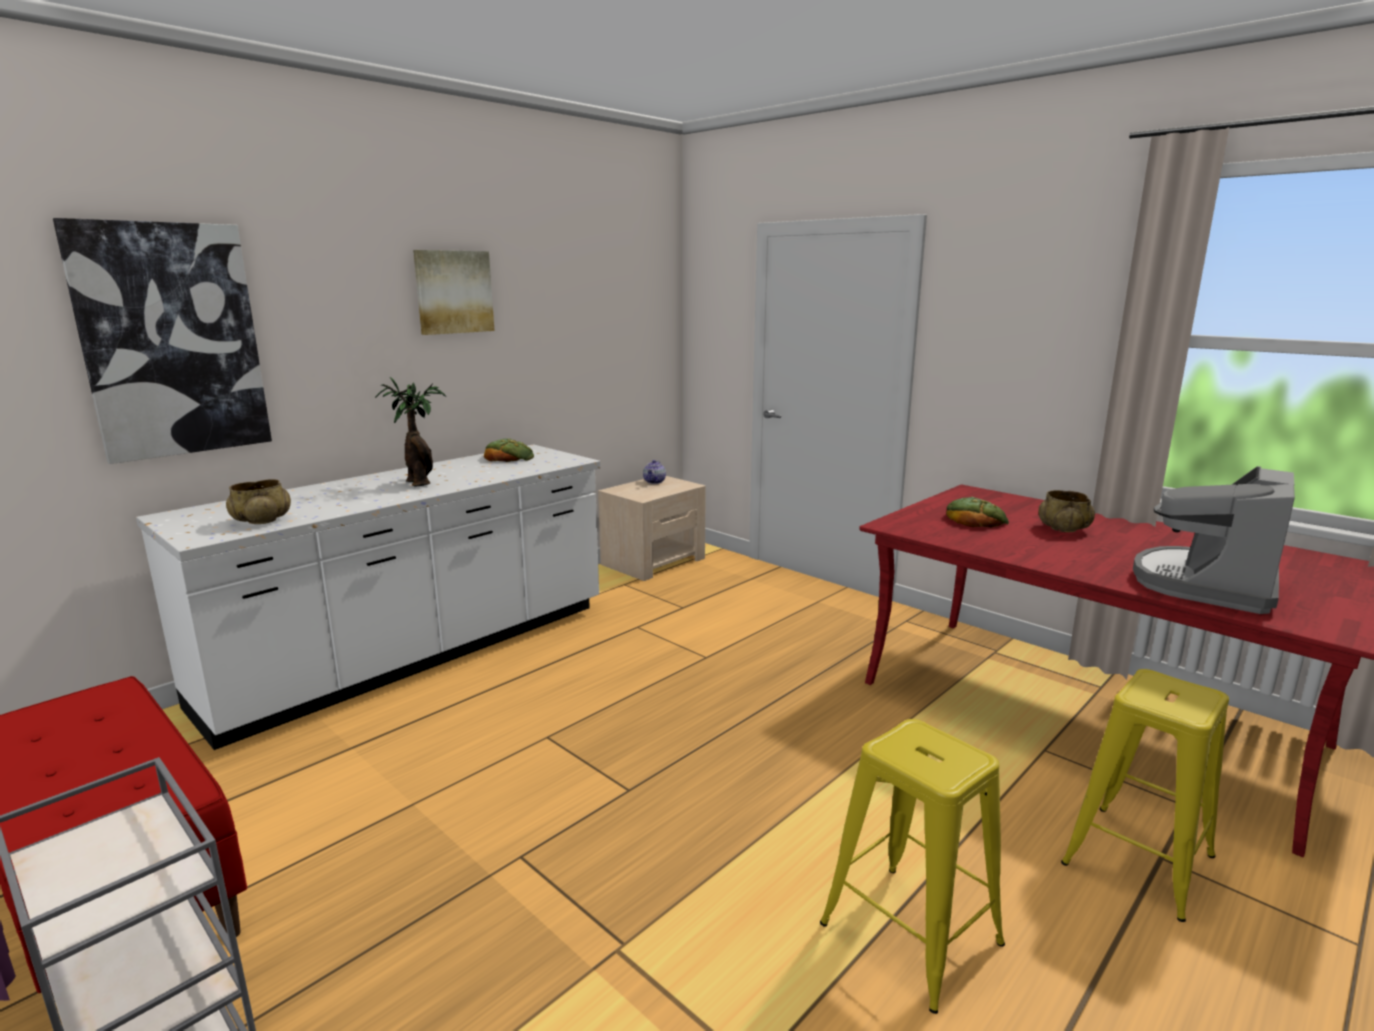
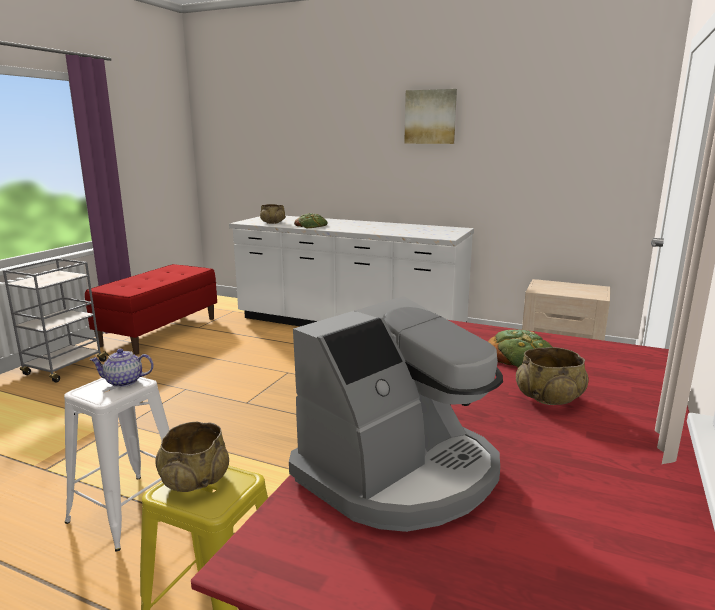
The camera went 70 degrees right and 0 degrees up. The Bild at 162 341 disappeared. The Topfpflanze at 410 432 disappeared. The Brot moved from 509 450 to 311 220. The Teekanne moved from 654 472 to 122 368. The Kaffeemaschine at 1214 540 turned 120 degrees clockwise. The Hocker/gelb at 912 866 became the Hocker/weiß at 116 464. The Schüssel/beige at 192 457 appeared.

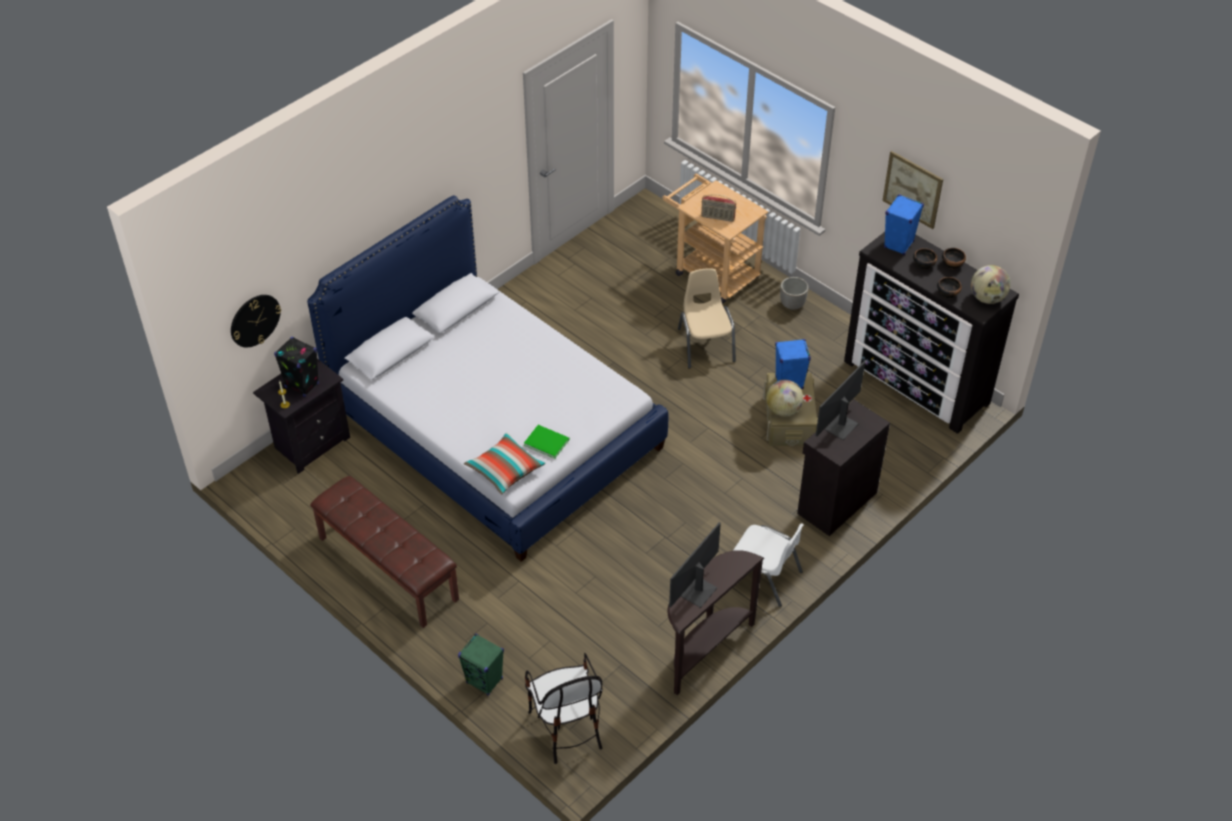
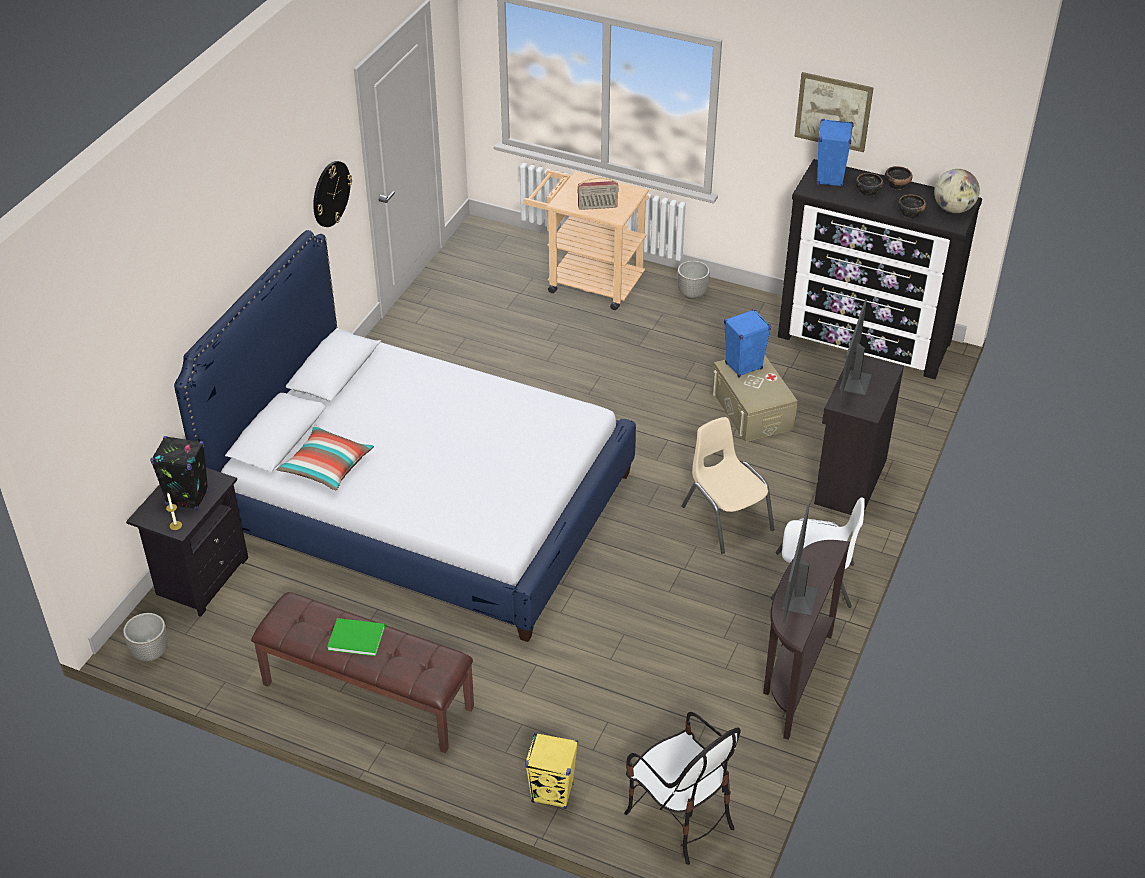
The camera went 20 degrees left and 5 degrees down. The Stuhl/beige moved from 707 318 to 727 485. The Wanduhr moved from 256 321 to 332 194. The Globus at 784 398 disappeared. The Buch/grün moved from 547 442 to 356 637. The Kissen moved from 505 463 to 325 457. The Lautsprecher/grün at 481 664 became the Lautsprecher/gelb at 551 770. The Pflanzkübel at 145 637 appeared.

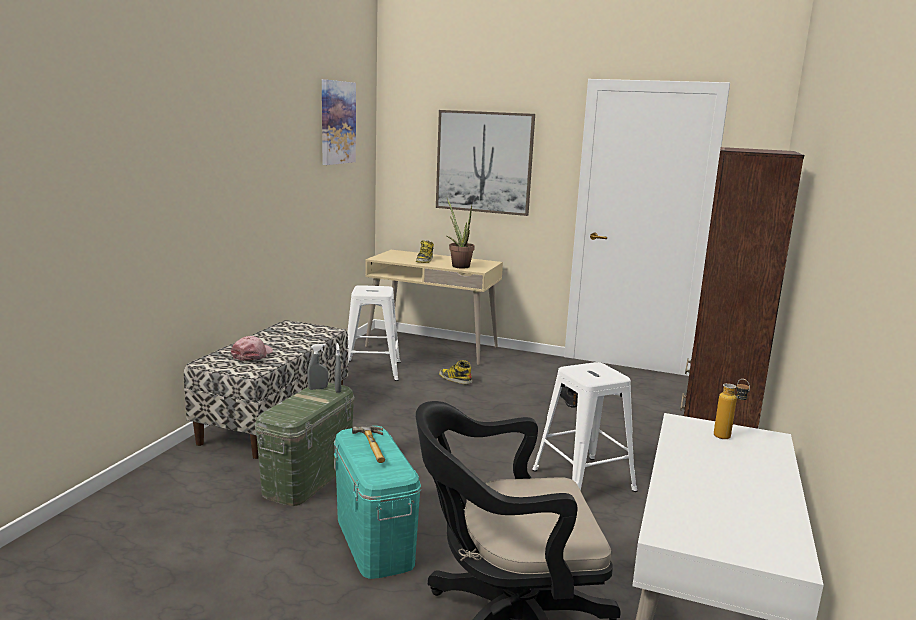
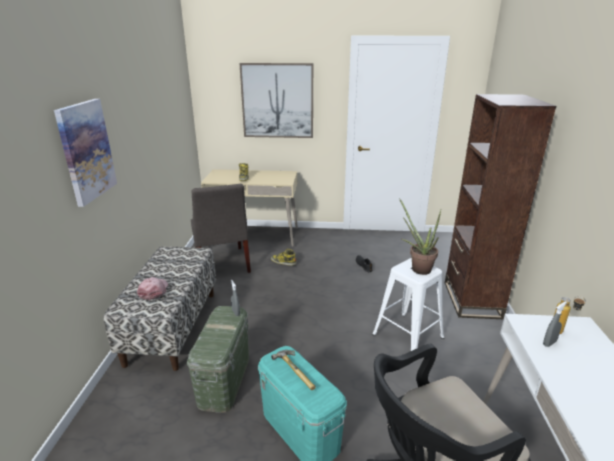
The camera went 15 degrees left and 10 degrees up. The Bild moved from 339 122 to 85 153. The Topfpflanze moved from 461 233 to 420 236. The Hocker/weiß at 372 333 was replaced by the Stuhl/grau at 221 228. The Sprühflasche/grau moved from 318 367 to 555 324.

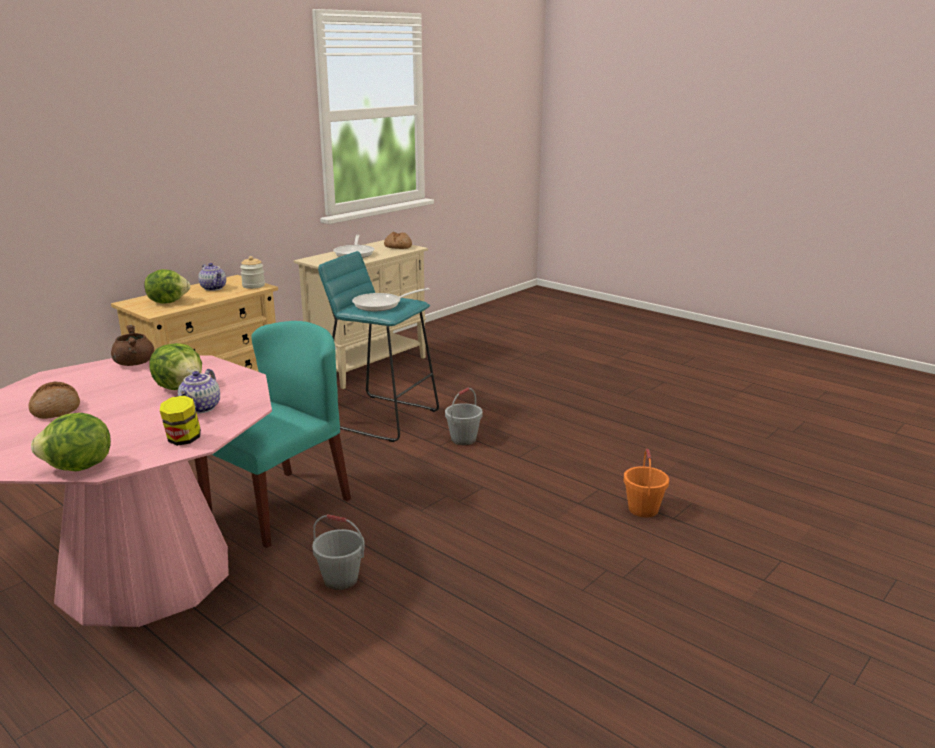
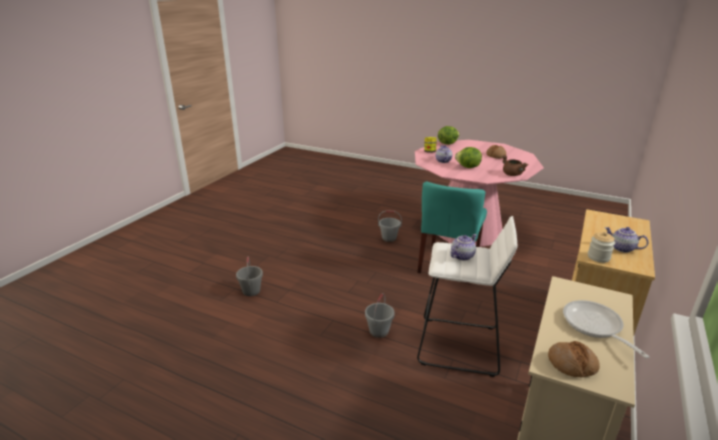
The camera went 165 degrees right and 5 degrees up. The Hocker/türkis at 378 346 became the Hocker/weiß at 467 296. The Salatkopf at 167 286 disappeared. The Pfanne at 390 299 was replaced by the Teekanne at 463 247. The Eimer/orange at 646 483 became the Eimer/grau at 249 276.

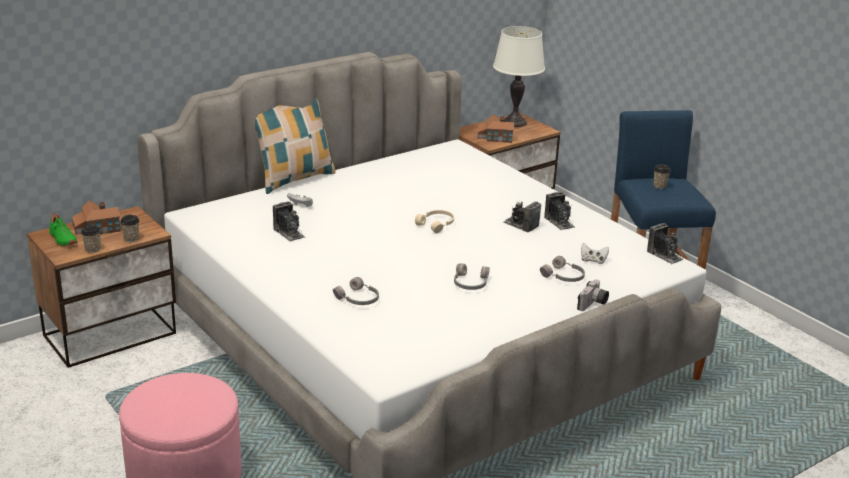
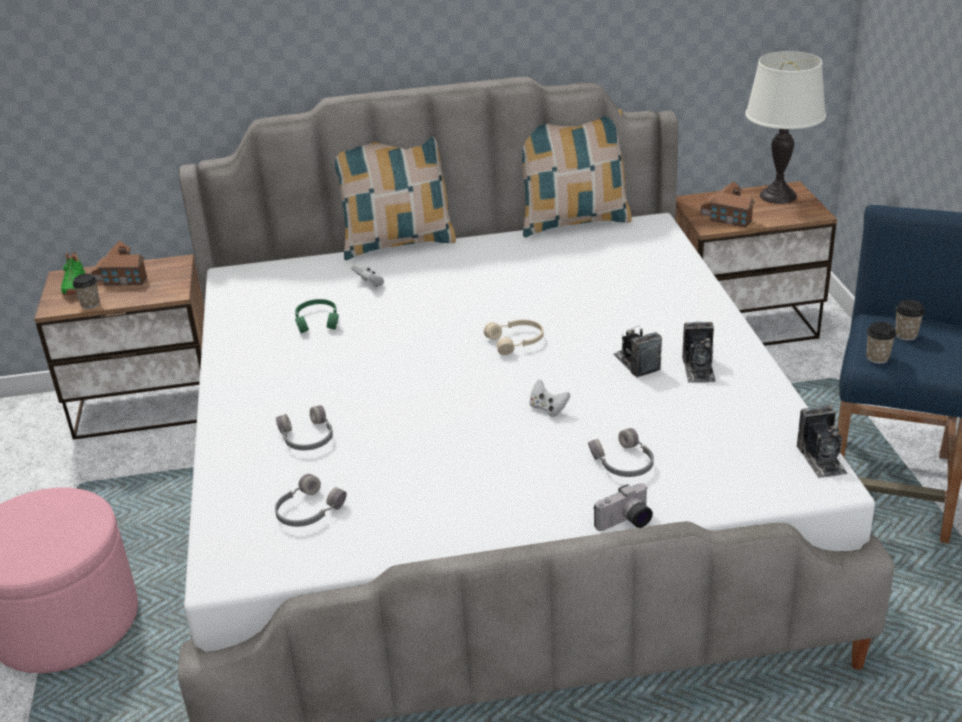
The camera went 30 degrees right and 5 degrees up. The Kamera at 289 221 was replaced by the Kopfhörer/grün at 317 316. The Tasse moved from 129 228 to 881 343. The Gamepad/weiß moved from 595 253 to 550 398. The Kopfhörer/grau moved from 472 277 to 311 500. The Kissen at 577 173 appeared.

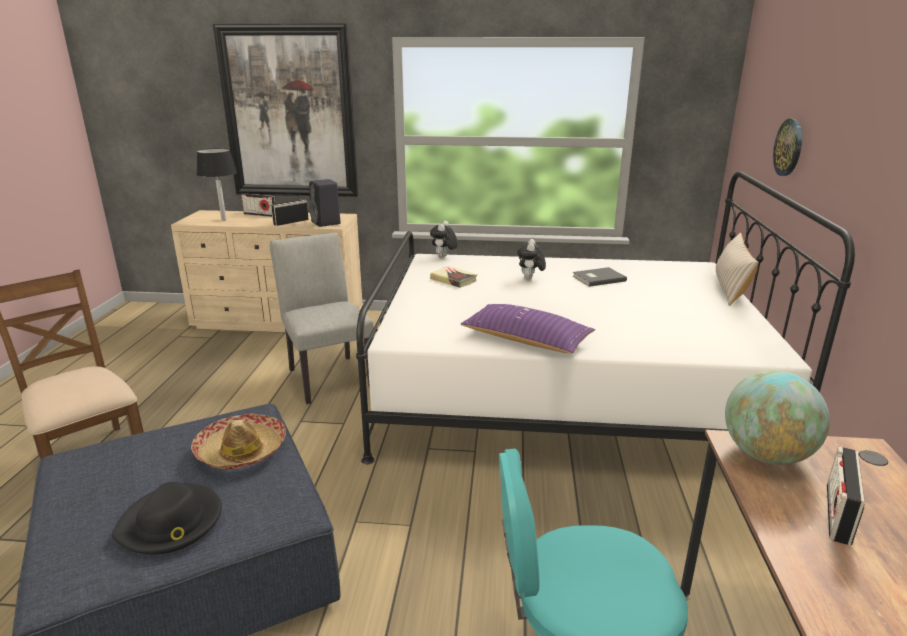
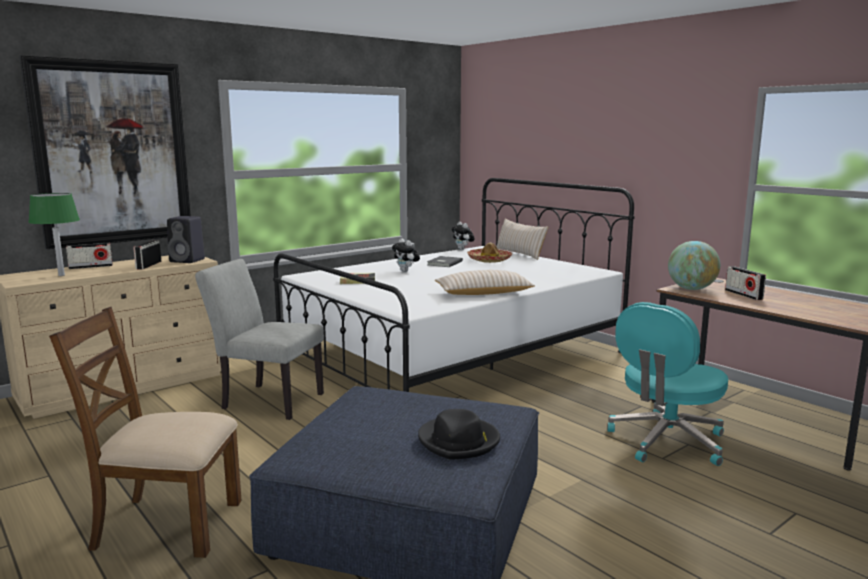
The camera went 45 degrees left and 10 degrees down. The Wanduhr at 787 147 disappeared. The Tischlampe/schwarz at 216 184 became the Tischlampe/grün at 54 234. The Plüschtier moved from 444 239 to 463 236. The Kissen/lila at 528 329 became the Kissen/beige at 485 282. The Hut moved from 238 441 to 489 253.

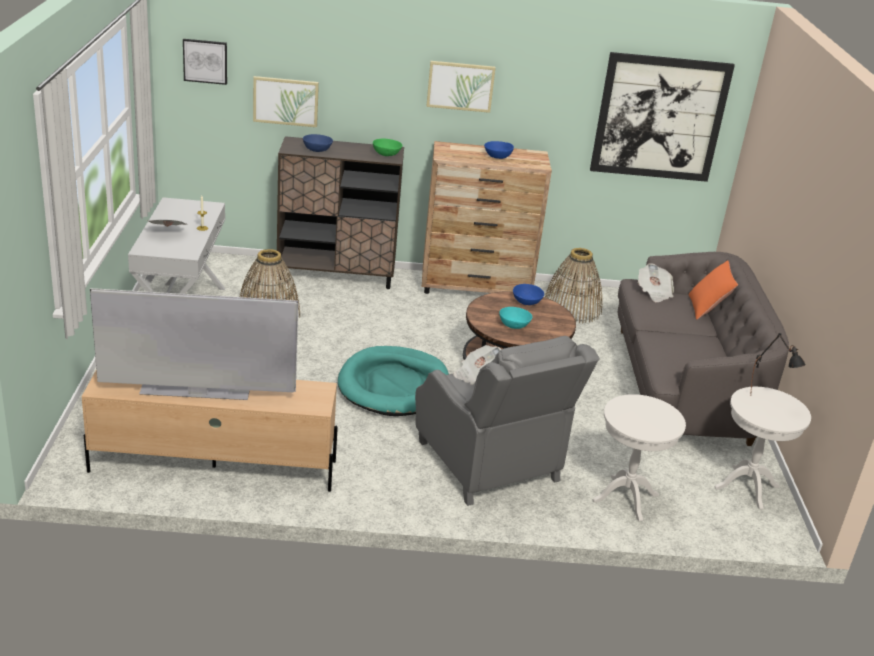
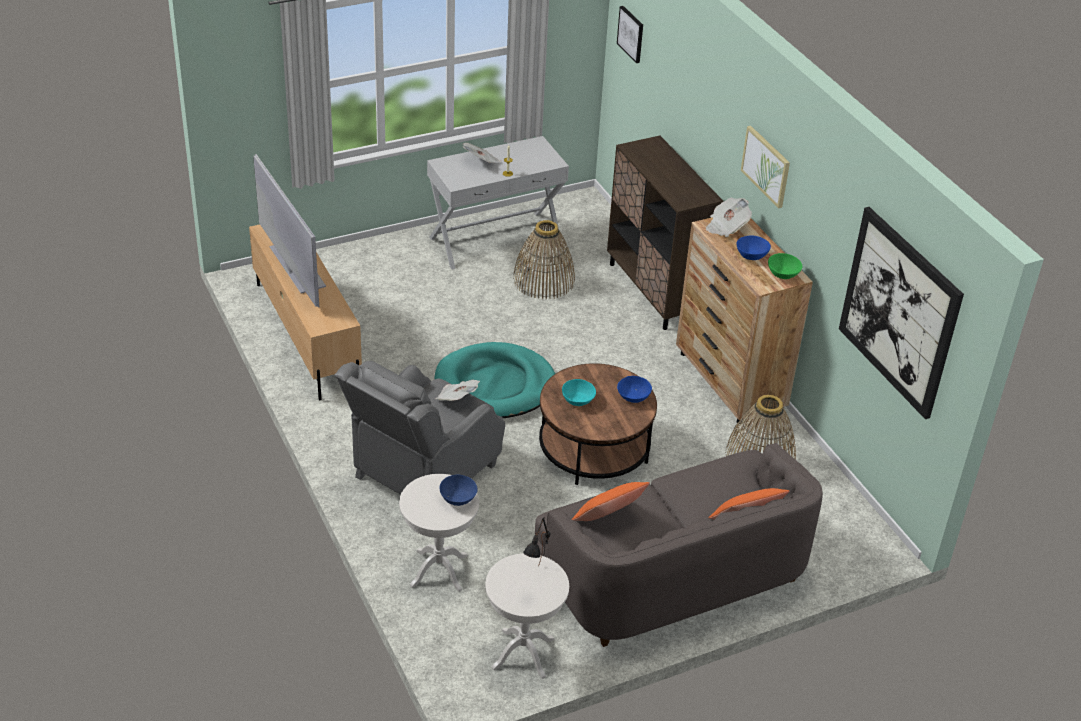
The camera went 65 degrees right and 10 degrees up. The Bild at 286 101 disappeared. The Schüssel/blau moved from 318 143 to 458 490. The Schüssel/grün moved from 388 147 to 785 266. The Zeitung moved from 656 282 to 729 217. The Kissen/orange at 611 501 appeared.

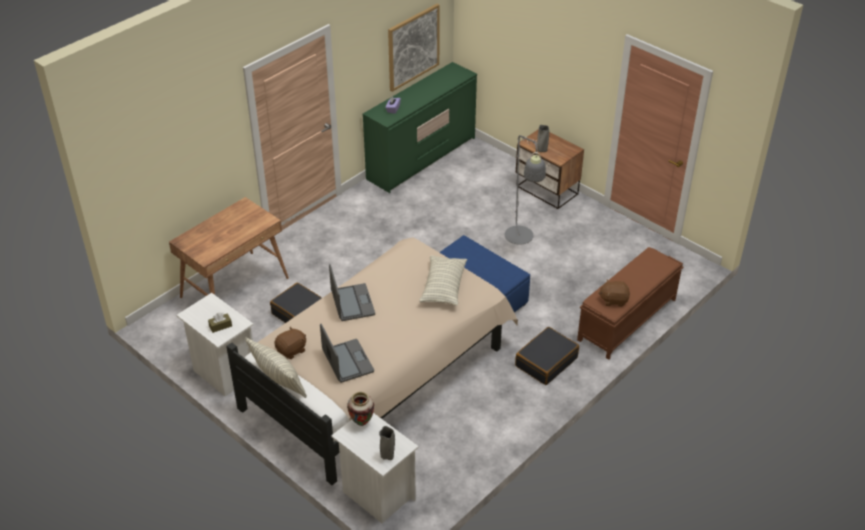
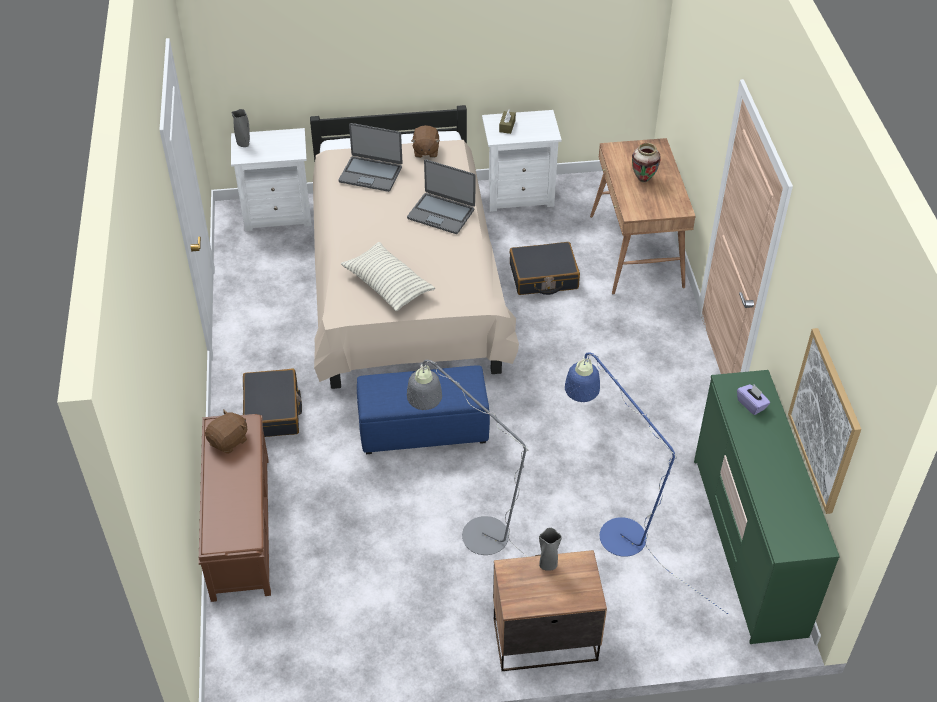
The camera went 130 degrees right and 5 degrees up. The Kissen at 276 368 disappeared. The Vase moved from 360 409 to 646 162. The Stehlampe/blau at 647 483 appeared.

